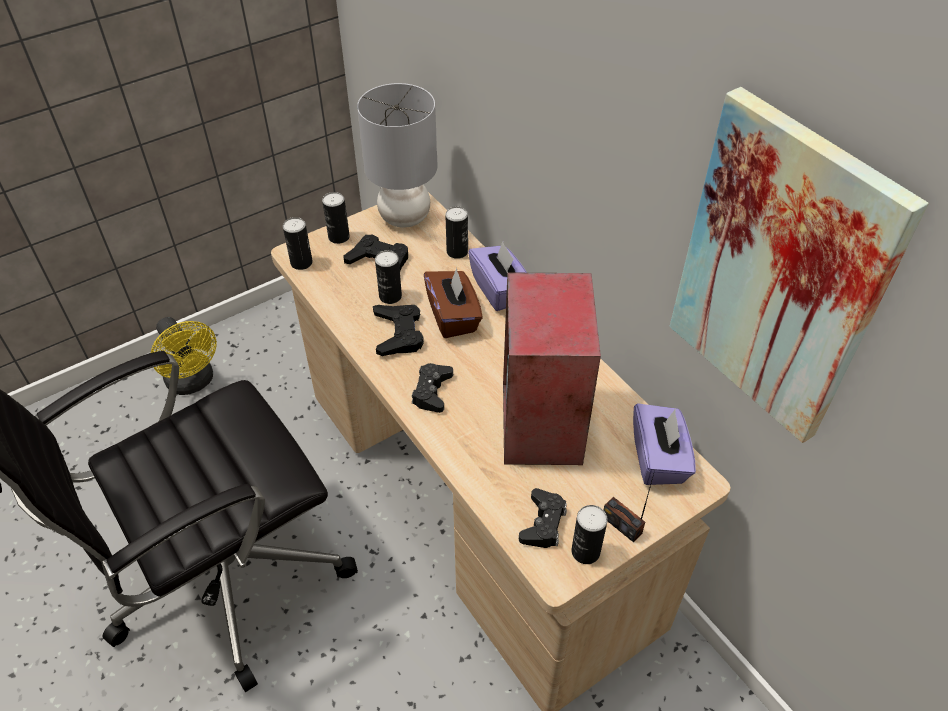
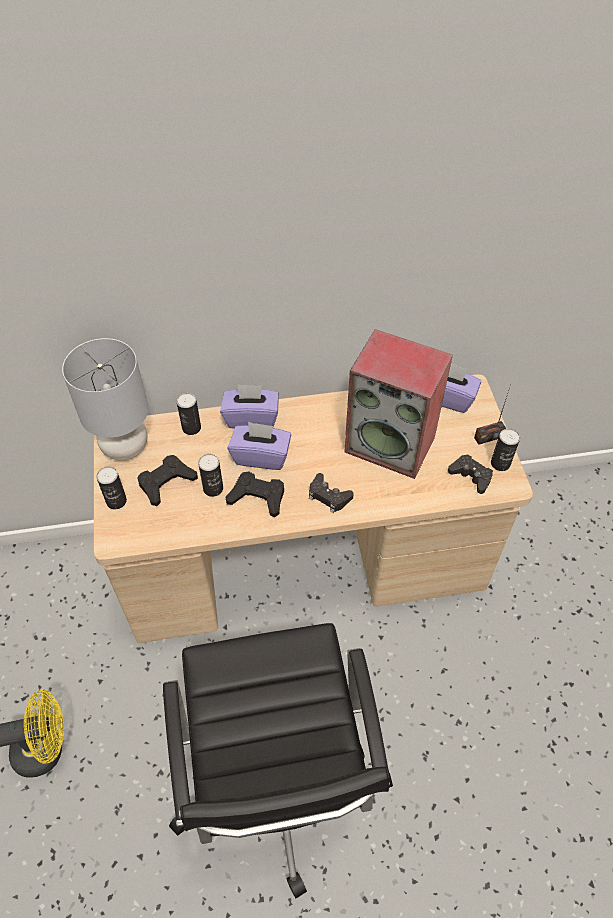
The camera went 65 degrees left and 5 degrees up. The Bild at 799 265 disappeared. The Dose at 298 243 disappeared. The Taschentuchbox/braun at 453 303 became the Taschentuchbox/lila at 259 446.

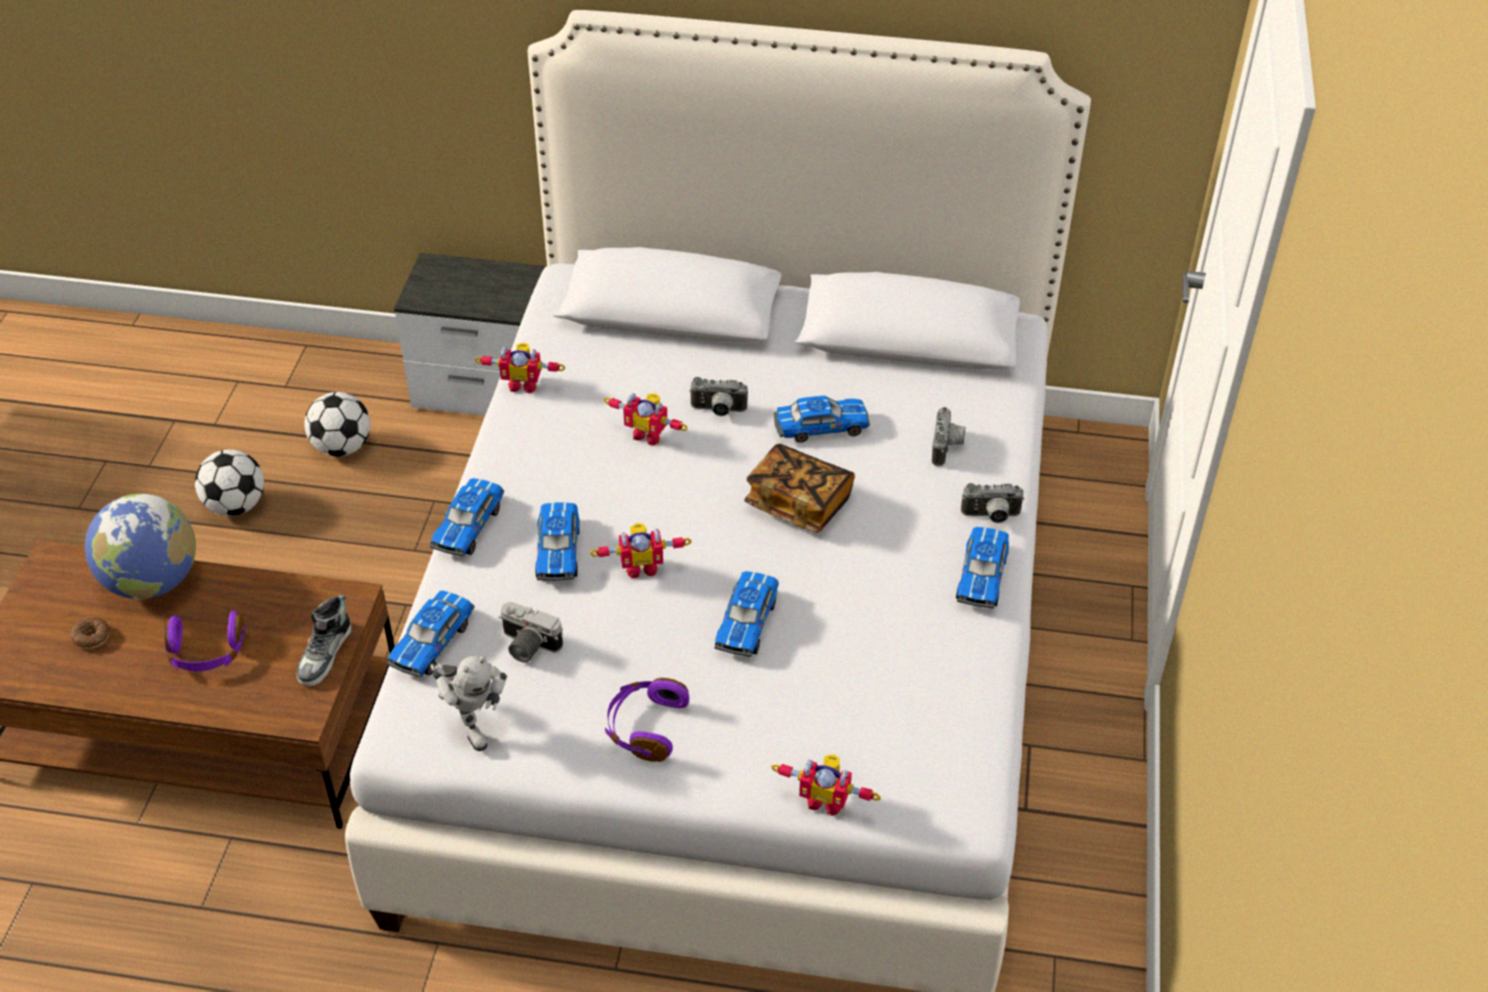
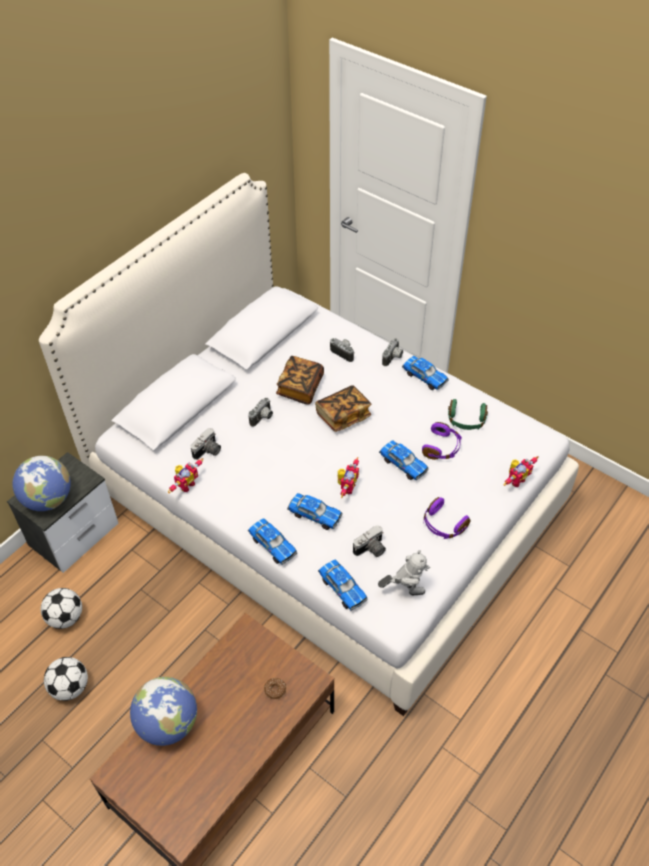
The camera went 60 degrees left and 5 degrees up. The Spielzeugroboter at 646 419 disappeared. The Spielzeugauto at 822 419 was replaced by the Buch at 300 380. The Schuh at 324 640 disappeared. The Kopfhörer/lila moved from 205 640 to 442 441. The Donut moved from 90 633 to 275 688. The Kopfhörer/grün at 468 414 appeared. The Kamera at 205 444 appeared. The Globus at 41 483 appeared.

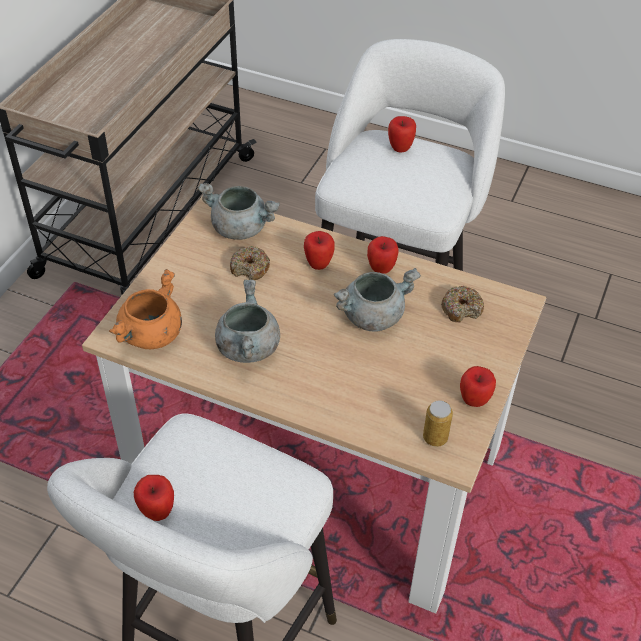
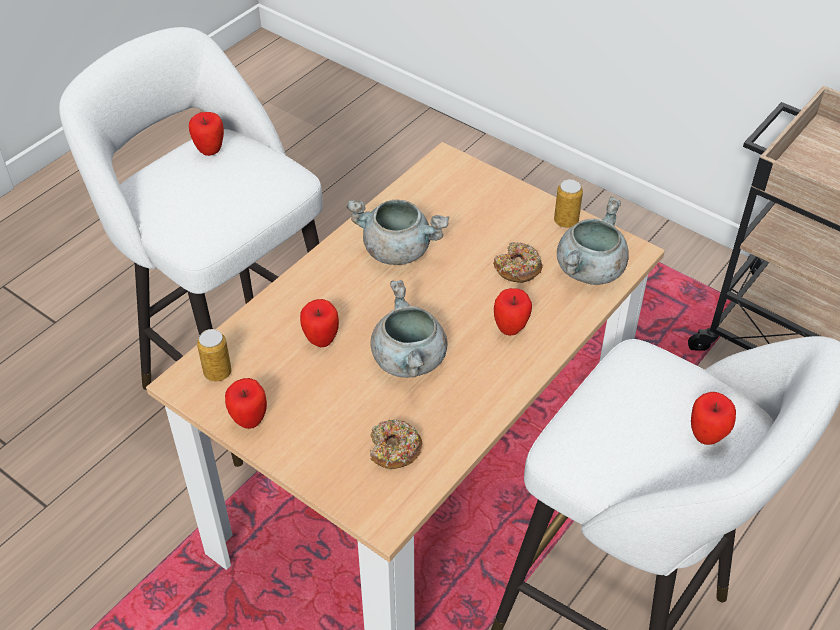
The camera went 105 degrees right and 0 degrees up. The Apfel moved from 382 255 to 319 323. The Kochtopf/orange at 145 309 disappeared. The Dose at 568 203 appeared.

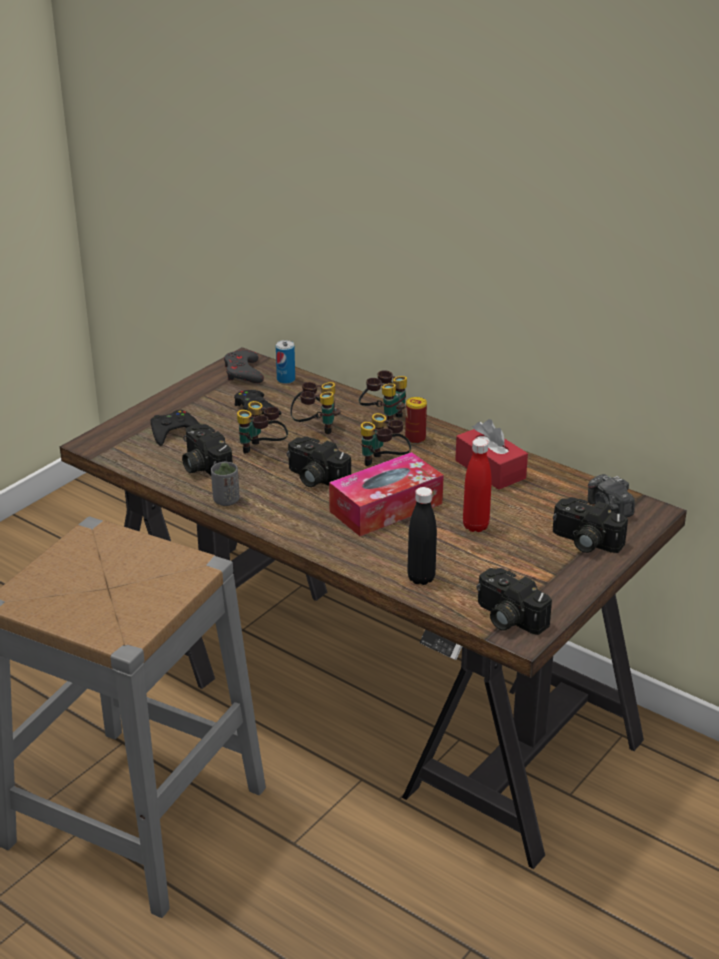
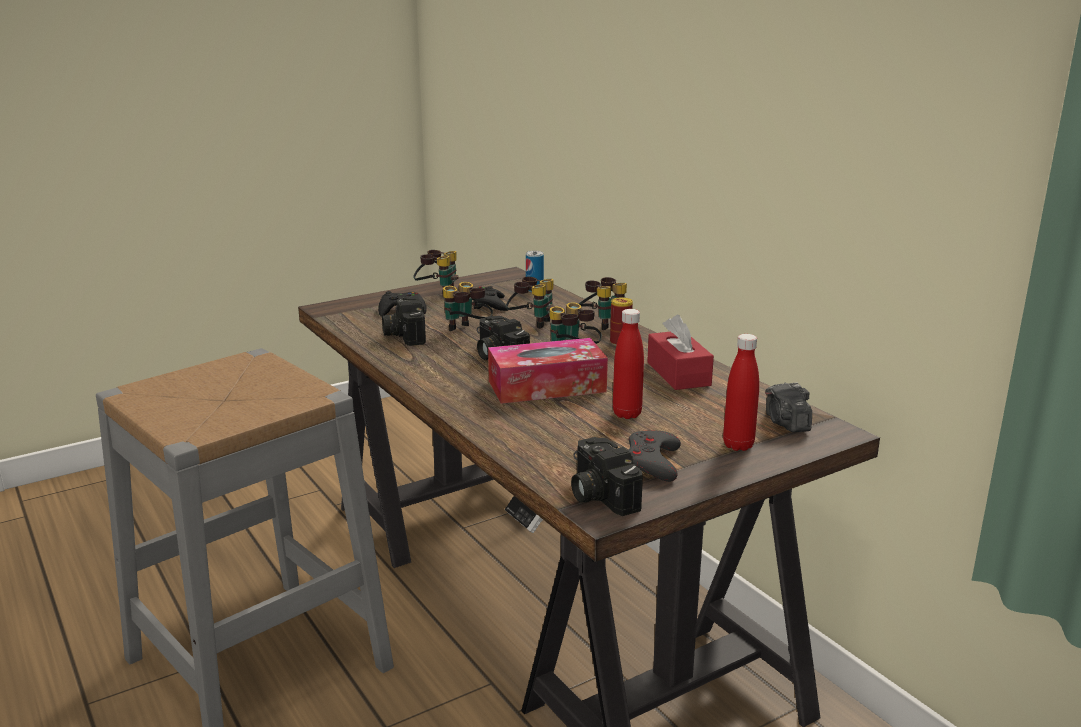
The camera went 20 degrees right and 10 degrees down. The Gamepad/grau moved from 244 366 to 654 456. The Tasse/grau at 225 484 disappeared. The Flasche/schwarz at 422 536 disappeared. The Kamera at 590 525 was replaced by the Flasche/rot at 741 392. The Fernglas at 436 270 appeared.

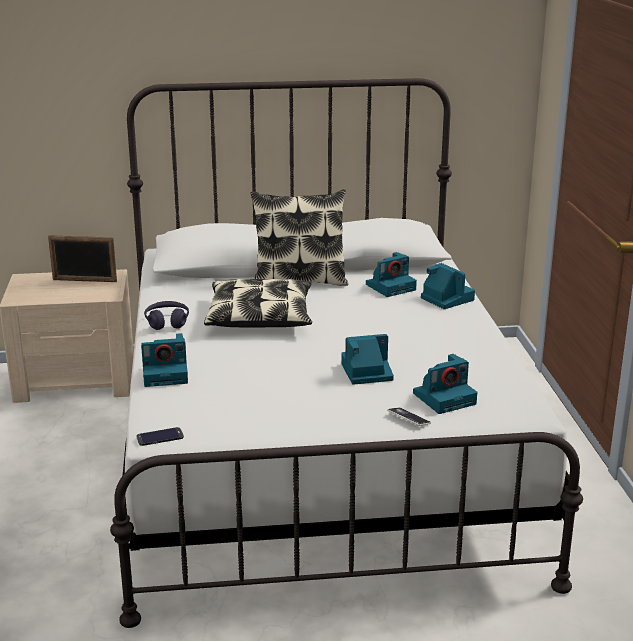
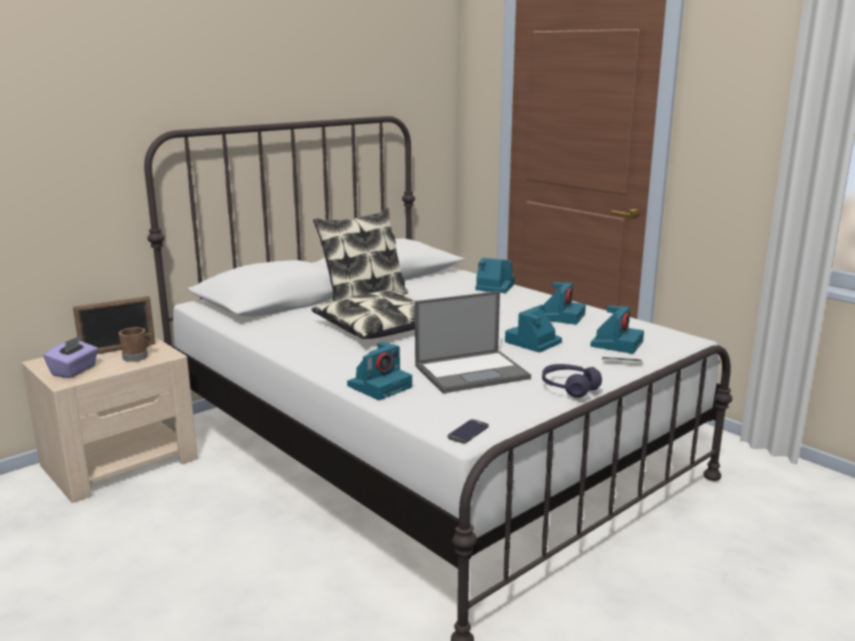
The camera went 35 degrees left and 5 degrees down. The Kamera moved from 391 274 to 565 303. The Kopfhörer/lila moved from 166 315 to 572 381. The Laptop at 473 342 appeared. The Henkelbecher/braun at 135 344 appeared. The Taschentuchbox/lila at 71 356 appeared.

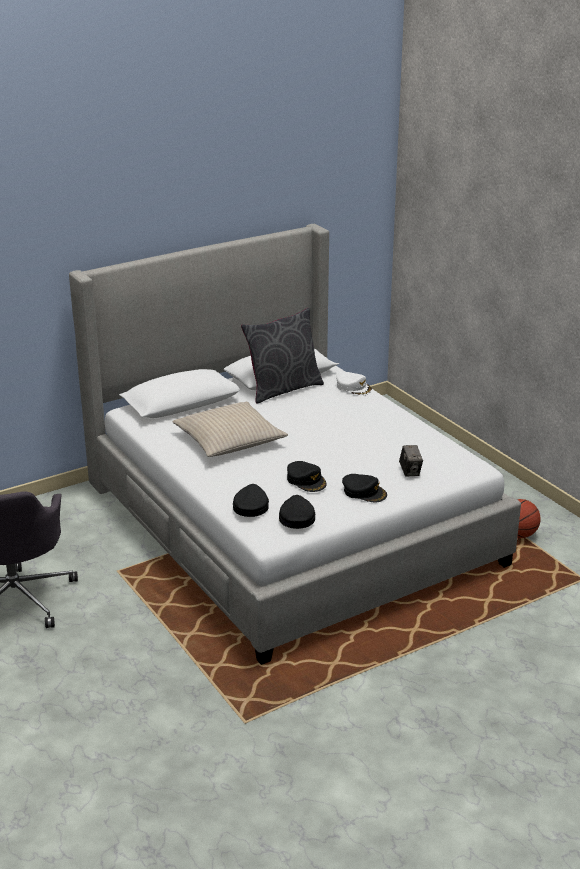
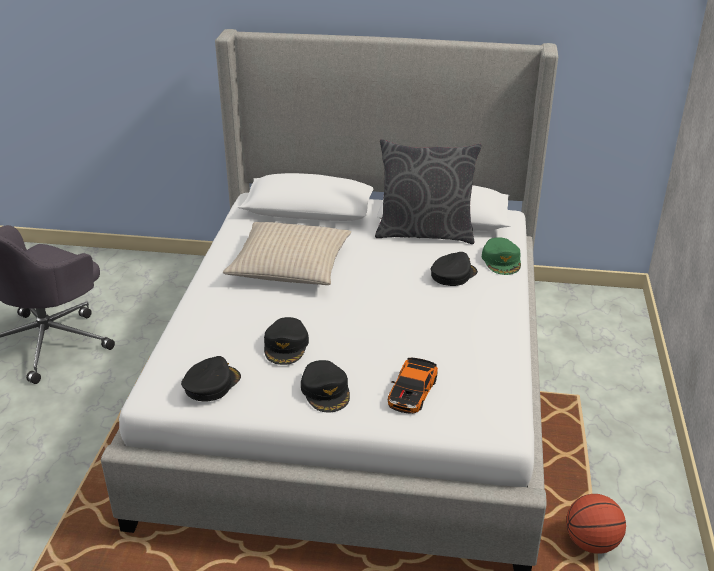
The camera went 40 degrees right and 5 degrees up. The Kappe/weiß at 354 384 became the Kappe/grün at 501 256. The Kamera at 411 460 was replaced by the Spielzeugauto at 413 386. The Kappe/schwarz moved from 251 500 to 454 269.

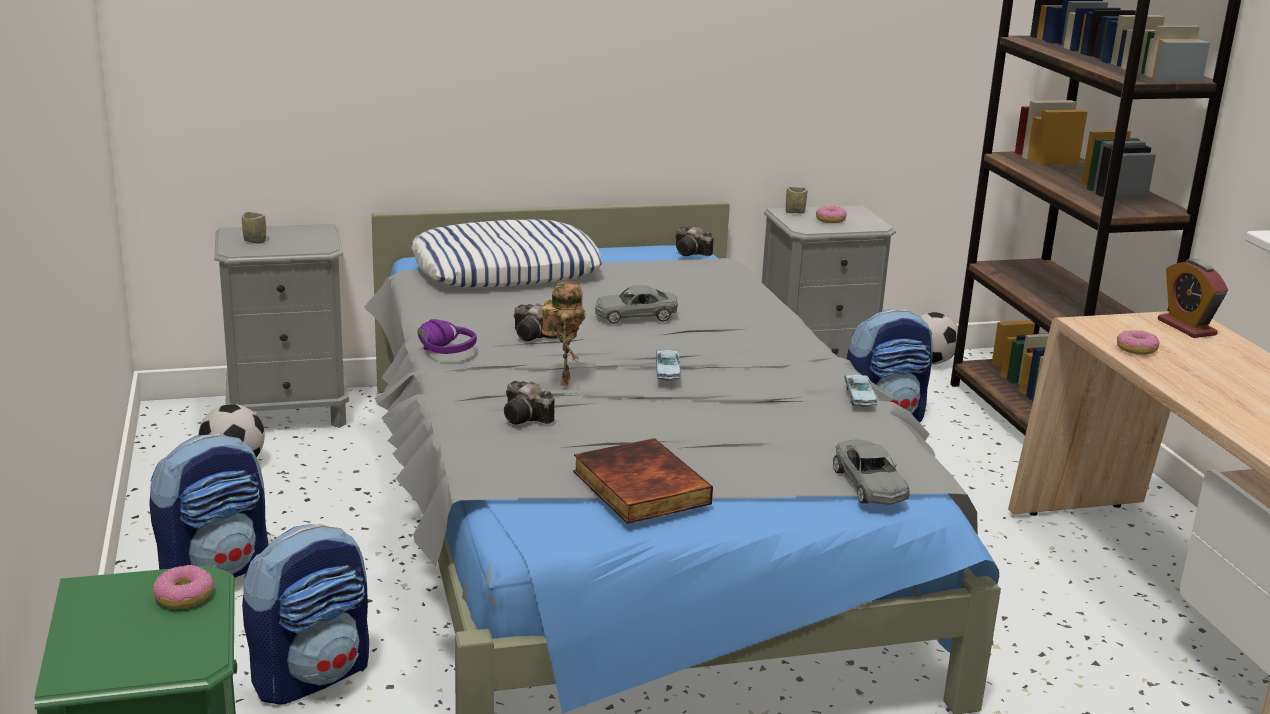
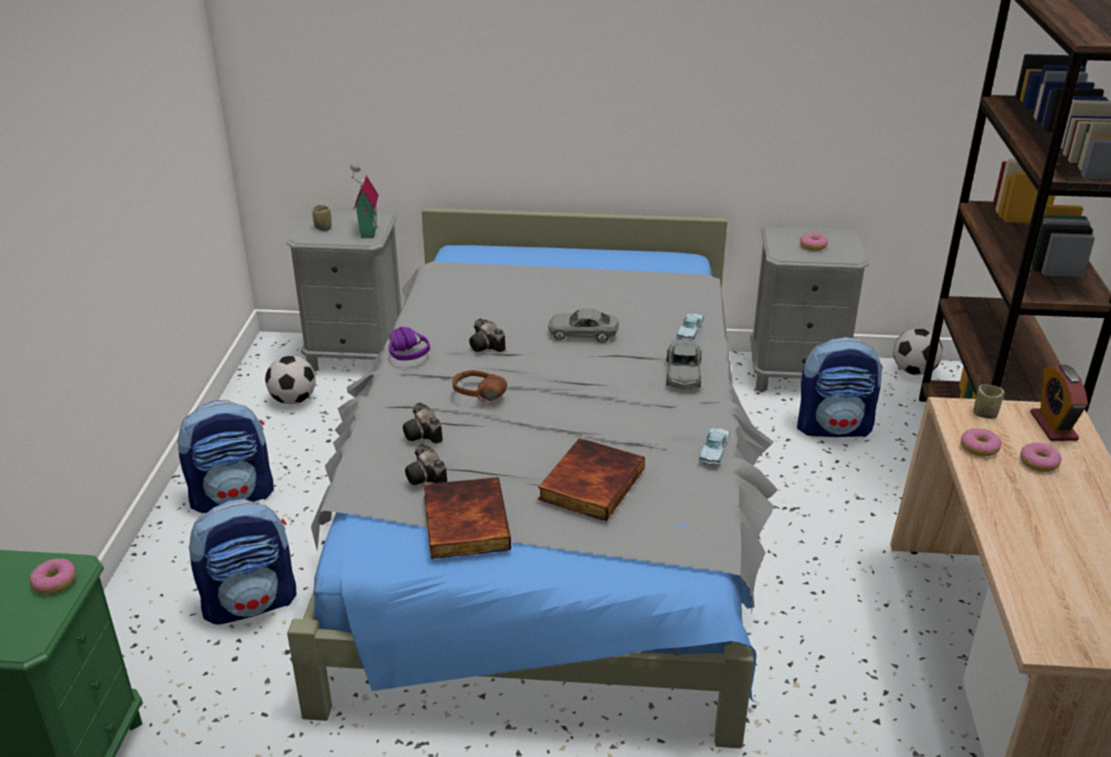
The camera went 20 degrees right and 10 degrees up. The Tasse moved from 797 200 to 989 401. The Kissen at 507 253 disappeared. The Kamera moved from 694 241 to 426 464. The Spielzeugroboter at 564 333 was replaced by the Kopfhörer/braun at 480 386. The Spielzeugauto/blau moved from 668 365 to 690 327. The Spielzeugauto/grau moved from 871 472 to 684 364. The Spielzeughaus at 364 201 appeared. The Buch at 591 479 appeared. The Donut at 1041 457 appeared.

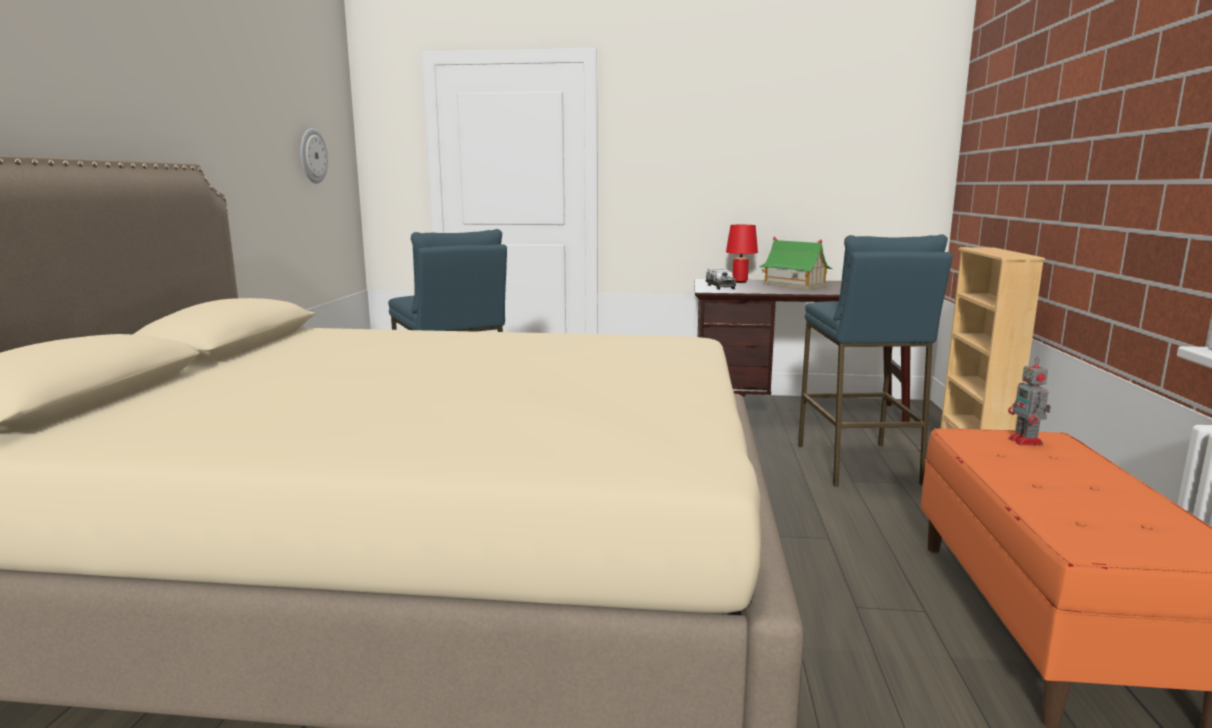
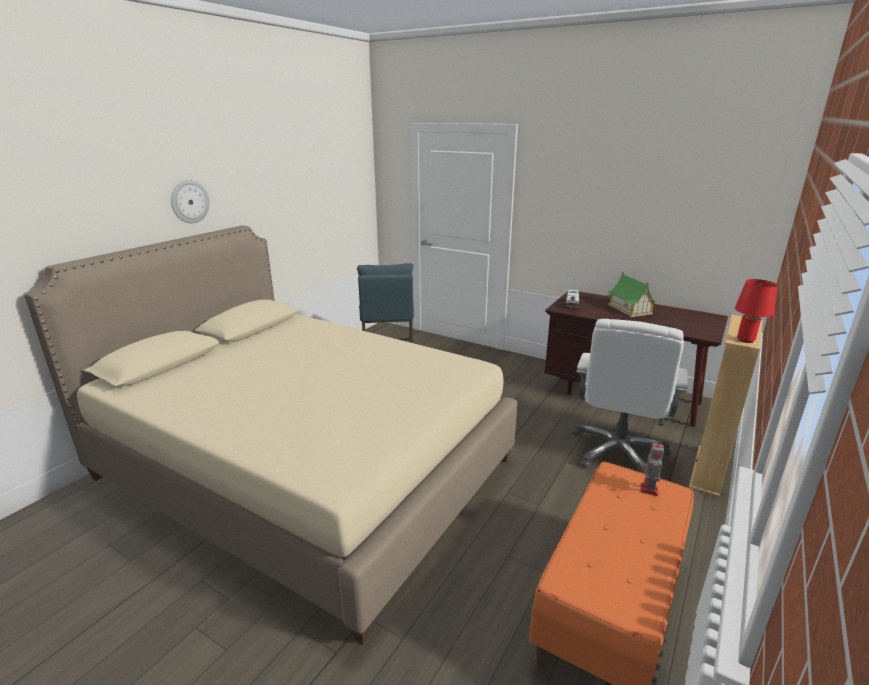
The camera went 25 degrees right and 10 degrees up. The Wanduhr moved from 314 156 to 190 202. The Tischlampe/rot moved from 742 254 to 756 311. The Hocker/blau at 875 360 was replaced by the Bürostuhl/weiß at 630 396.

